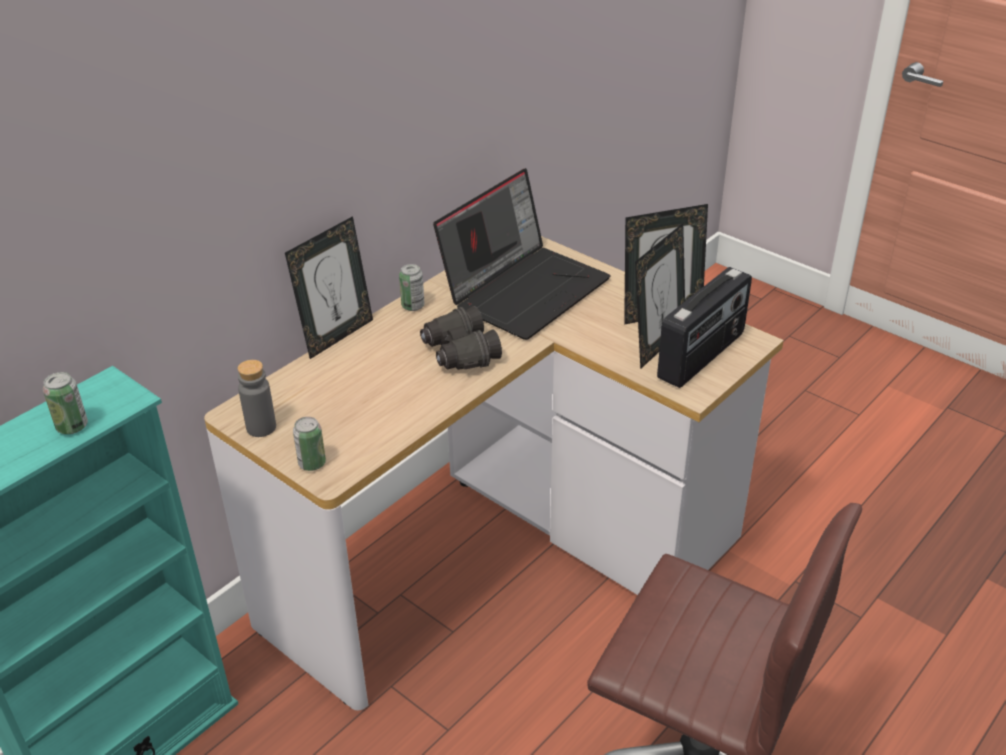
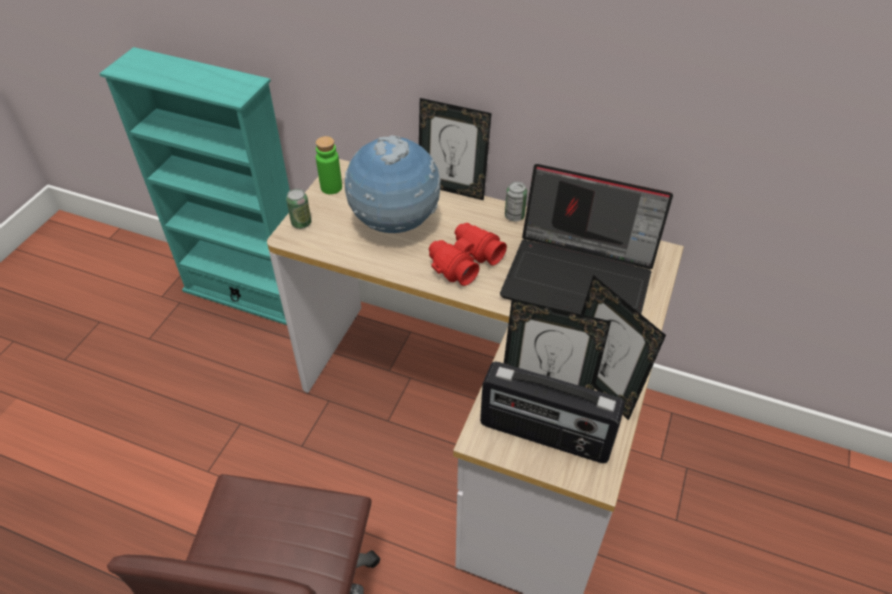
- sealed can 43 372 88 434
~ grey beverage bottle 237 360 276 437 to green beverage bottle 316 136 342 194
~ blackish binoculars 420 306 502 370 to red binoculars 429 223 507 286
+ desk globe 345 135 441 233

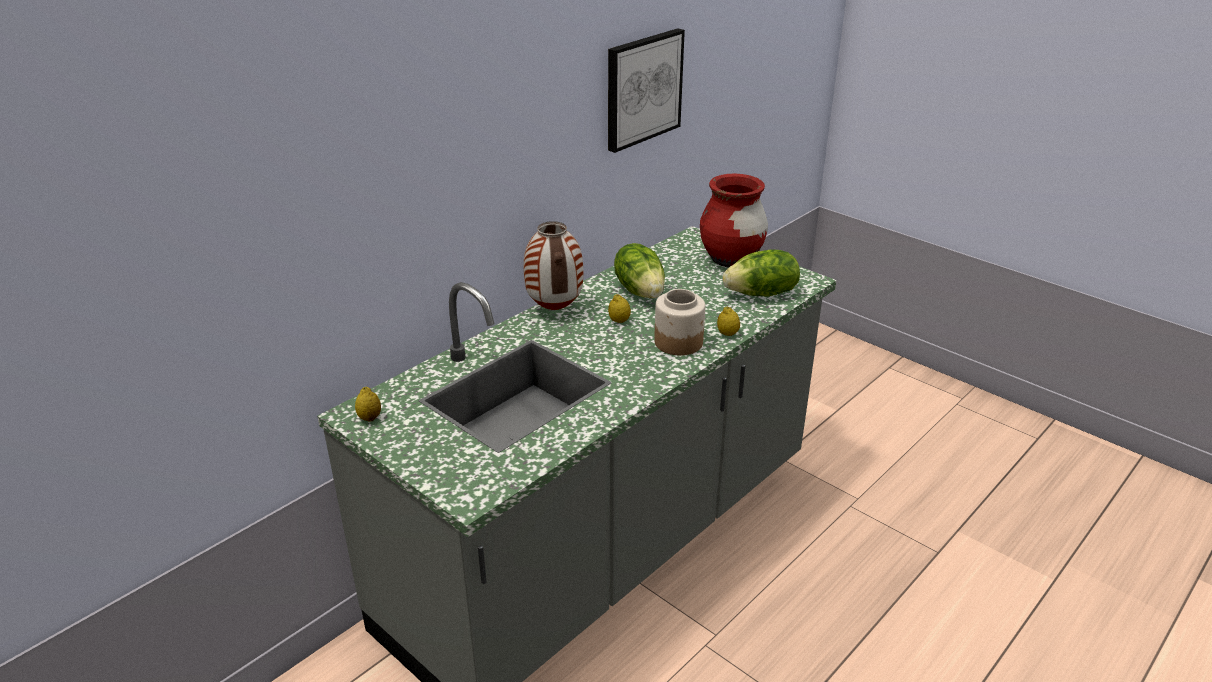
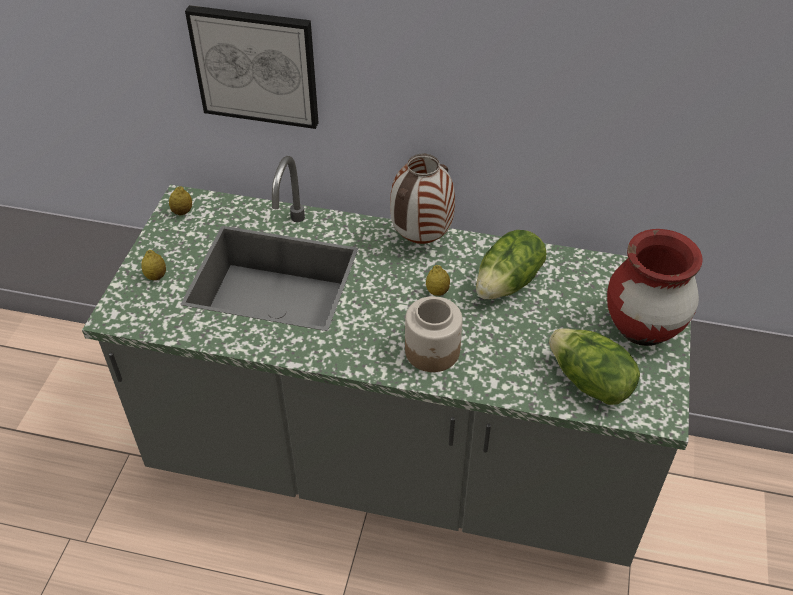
~ wall picture 608 28 685 153 to 185 5 319 129
~ lemon 717 307 740 336 to 141 250 166 280

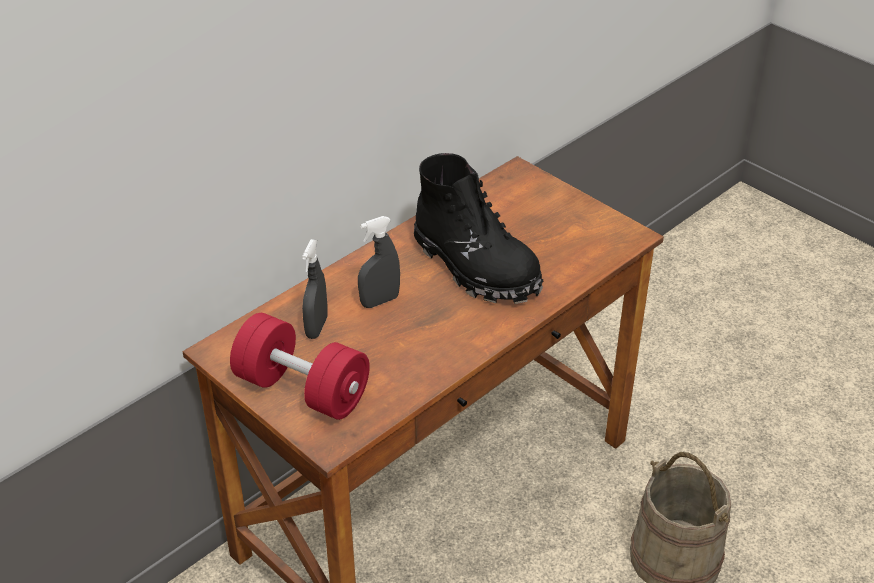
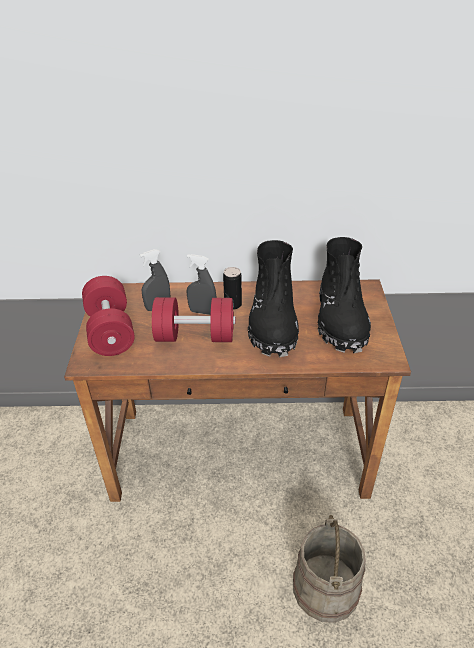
+ red hand weight 152 297 236 342
+ sealed can 223 267 242 310
+ blackish tall boot 318 237 371 353

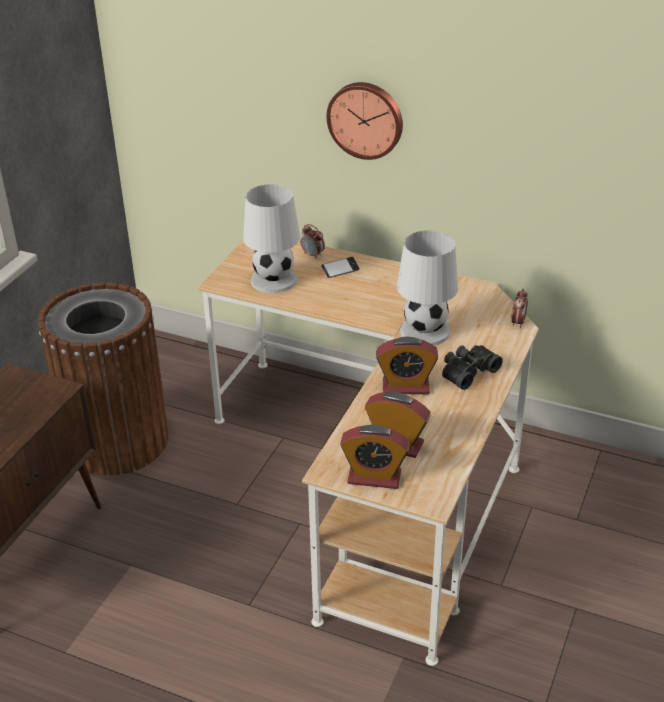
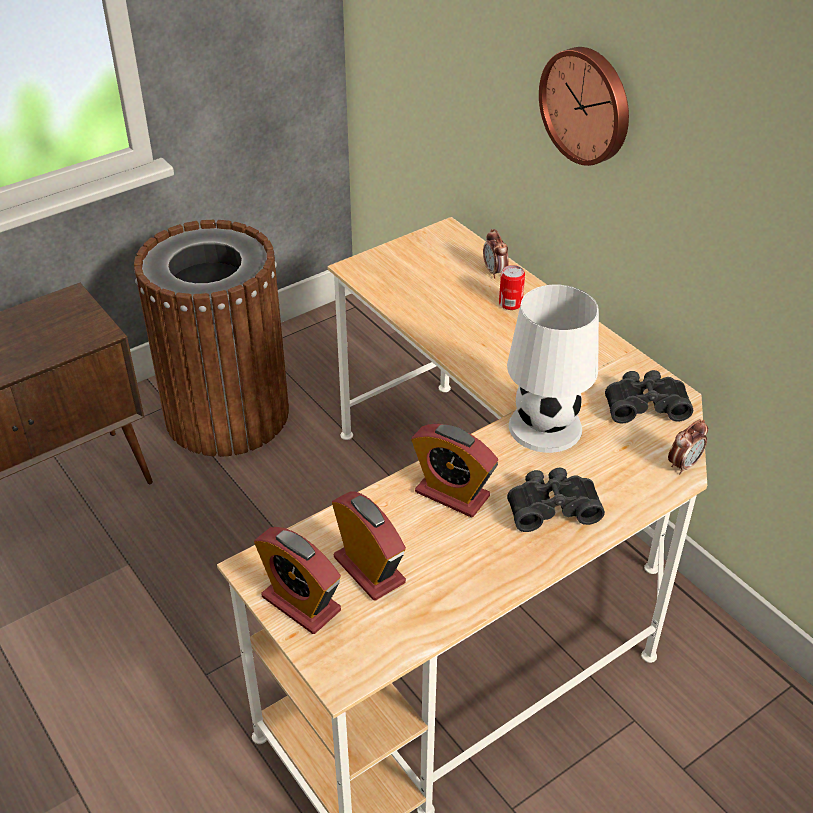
- white lamp for a table 243 184 300 293
~ handset 321 257 360 278 to sealed can 499 265 525 310
+ blackish binoculars 605 370 693 423

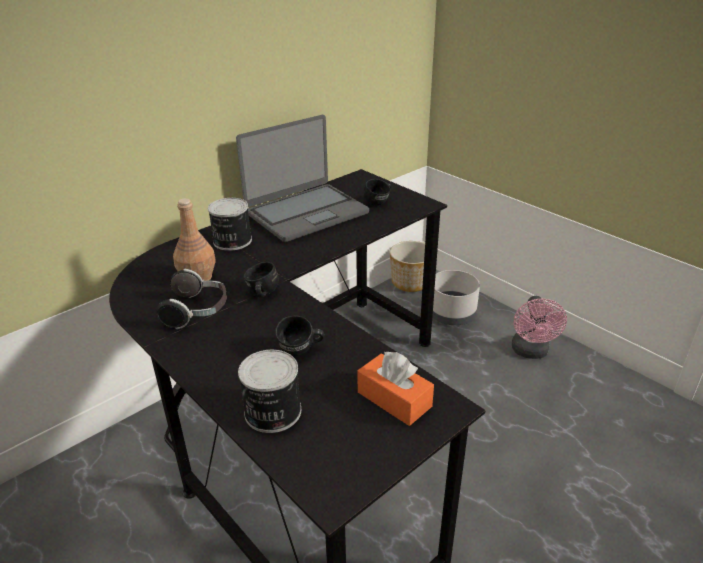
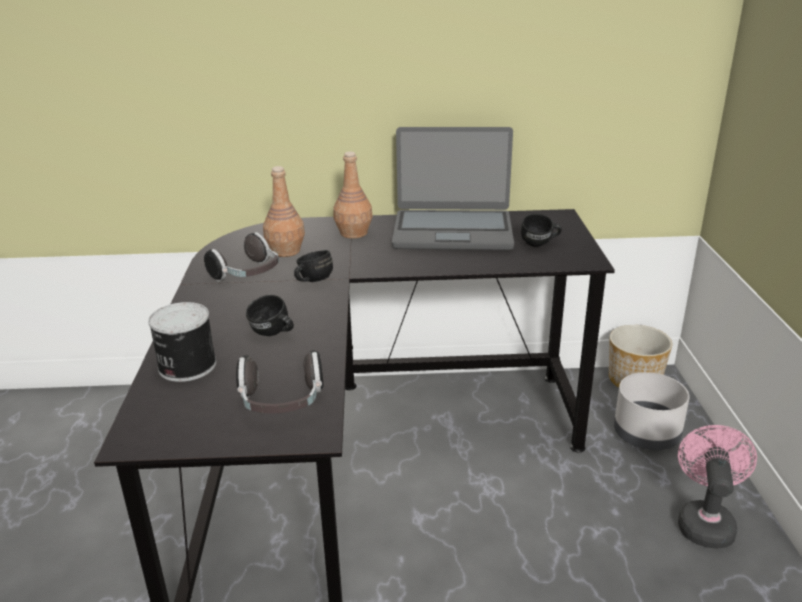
~ sealed can 208 198 252 251 to brown beverage bottle 333 152 372 239
~ orange-coloured box of tissues 358 351 434 426 to pair of headphones 236 350 323 414
~ pink cooling fan 511 296 567 359 = 678 425 757 549 150 degrees clockwise

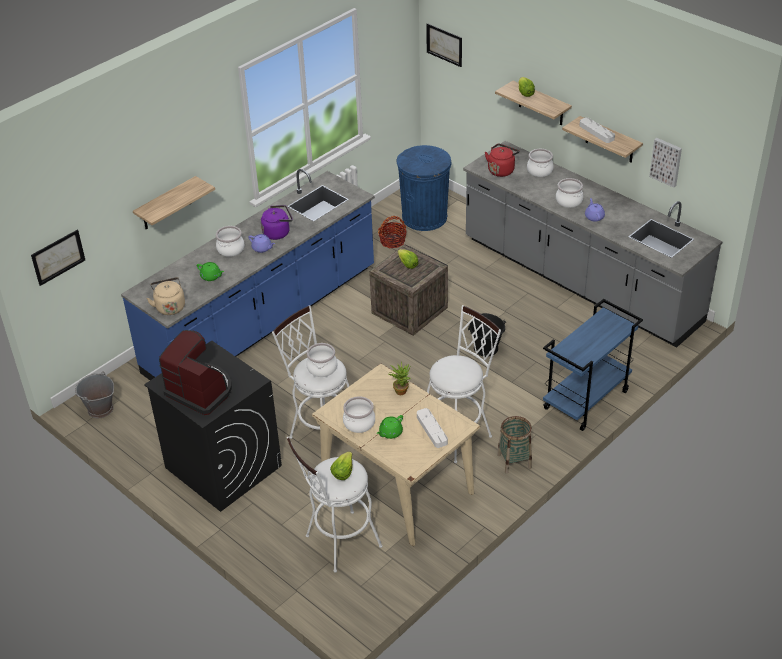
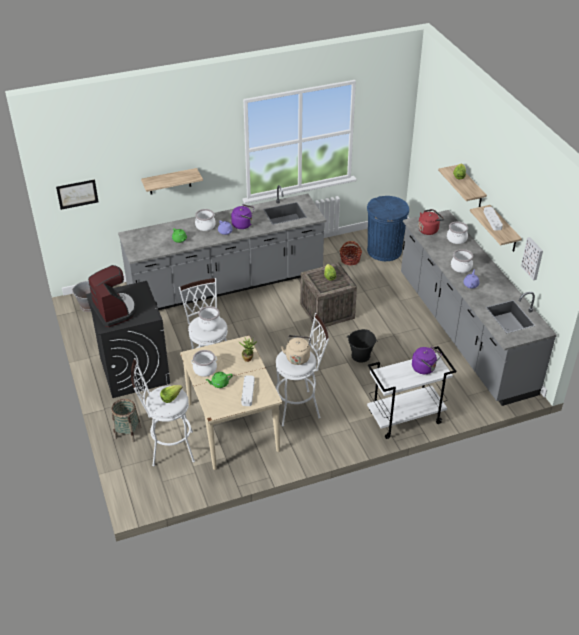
~ bluish kitchen counter 121 169 375 380 to grey kitchen counter 118 185 326 310
~ sand-coloured water kettle 146 277 185 315 to 281 335 311 365
- wall picture 426 23 462 67
~ storage basket 497 416 532 474 to 112 399 141 442
~ bluish wheeled cart 543 299 643 431 to white wheeled cart 367 346 456 439
+ purplish water kettle 412 347 442 374

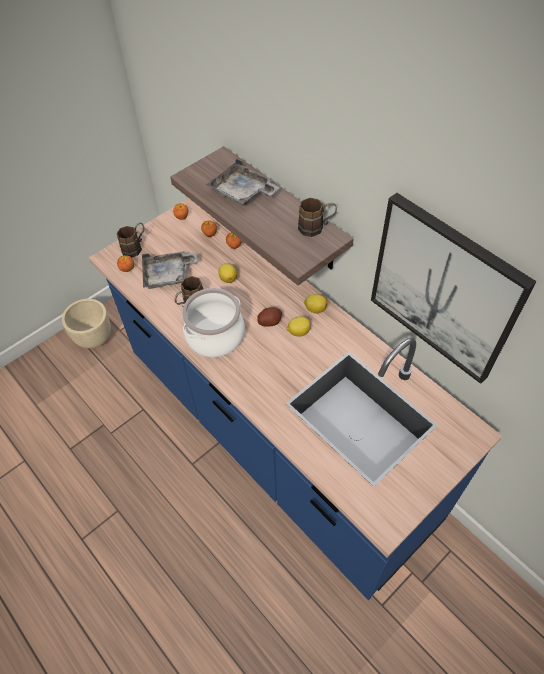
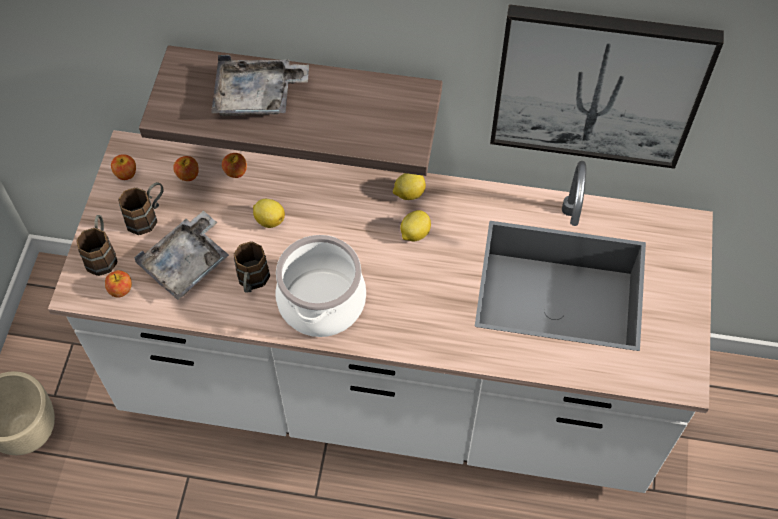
~ bluish kitchen counter 89 198 502 600 to white kitchen counter 48 130 713 493
- spud 257 307 282 327
~ brown coffee mug 298 198 337 237 to 118 182 163 235

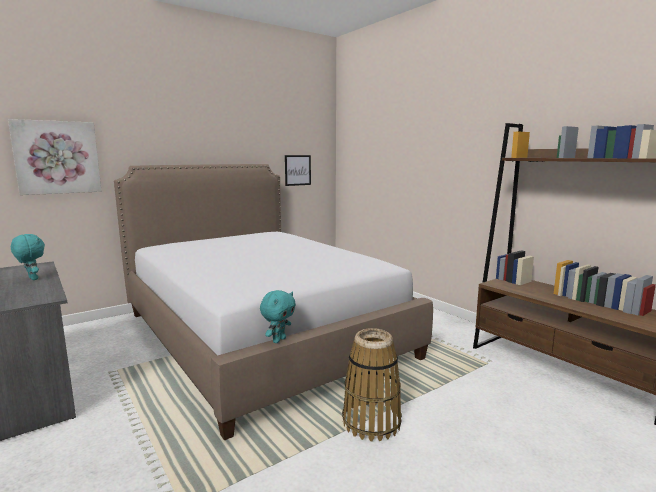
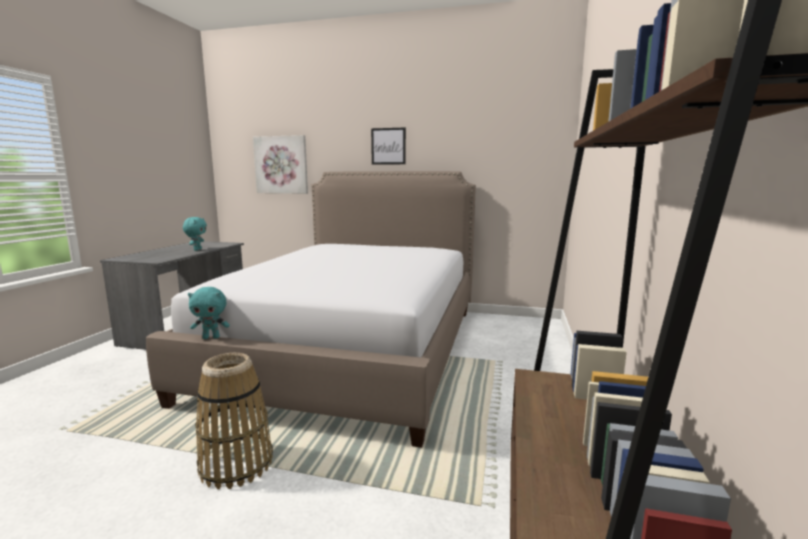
~ wall picture 285 155 311 186 to 371 128 406 165

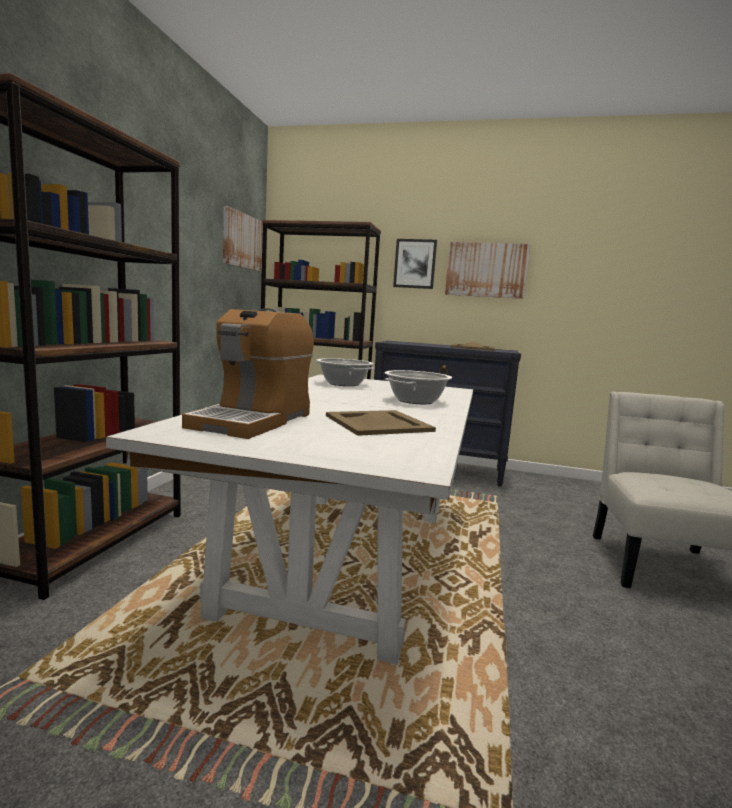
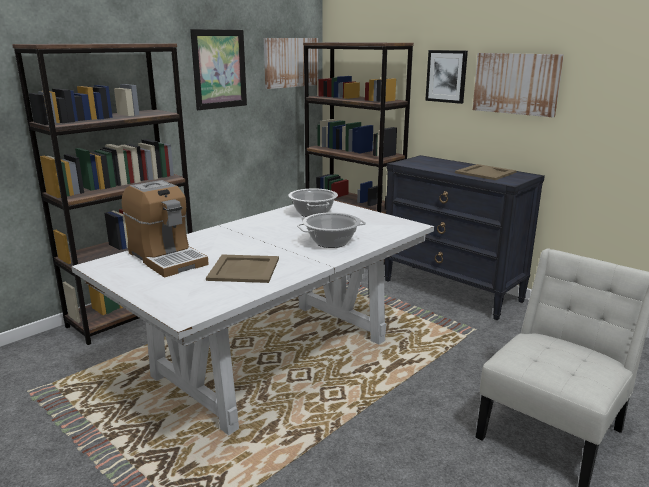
~ coffee brewer 182 308 314 439 = 122 180 209 277 90 degrees counterclockwise
+ wall picture 190 29 247 110

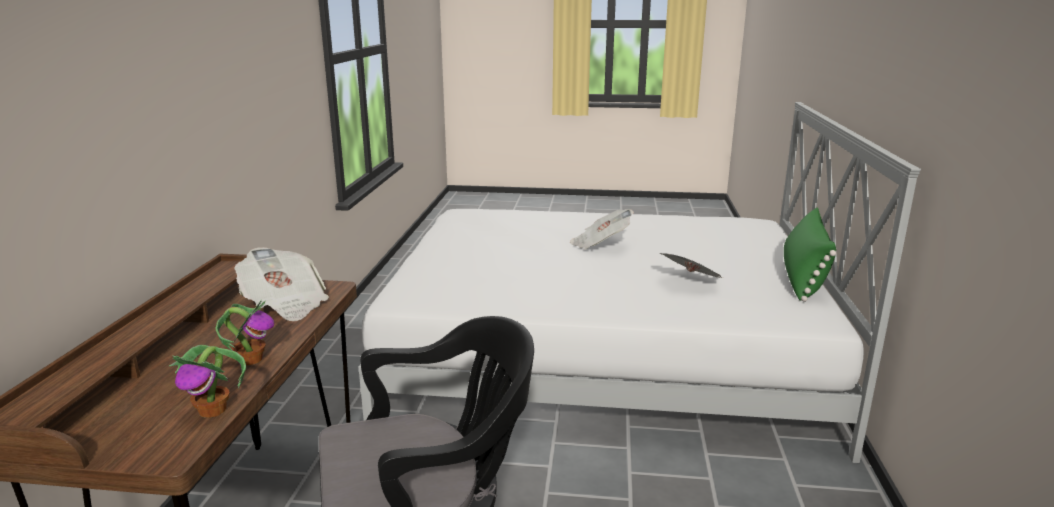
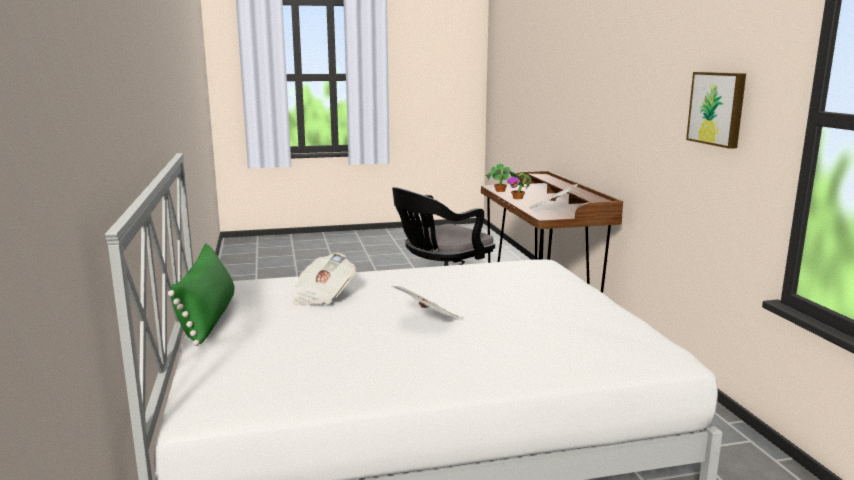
+ wall picture 686 72 746 149

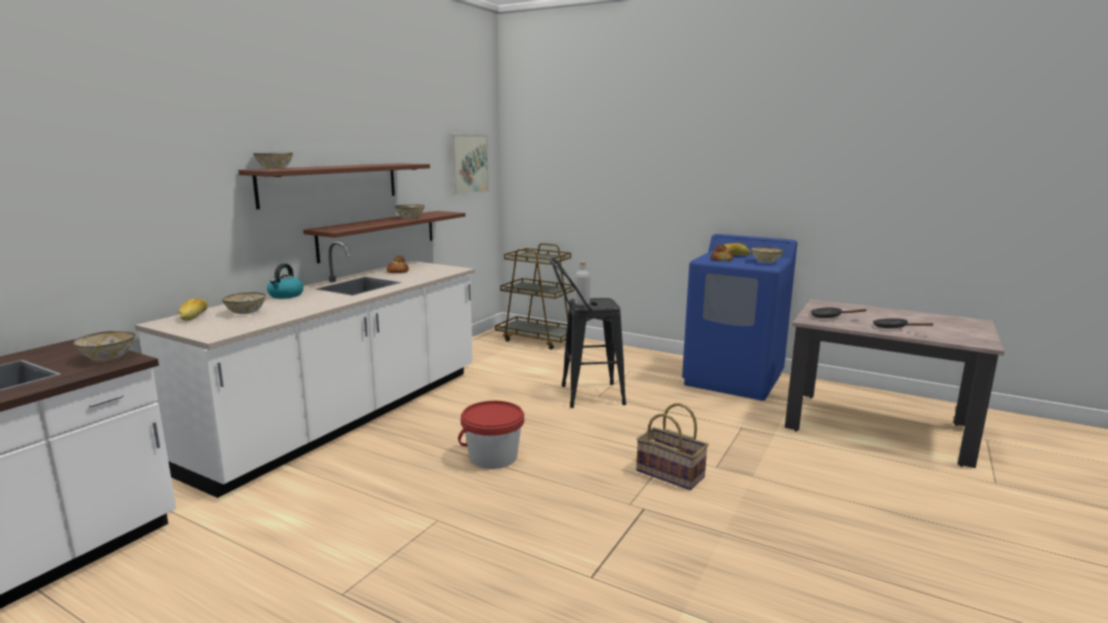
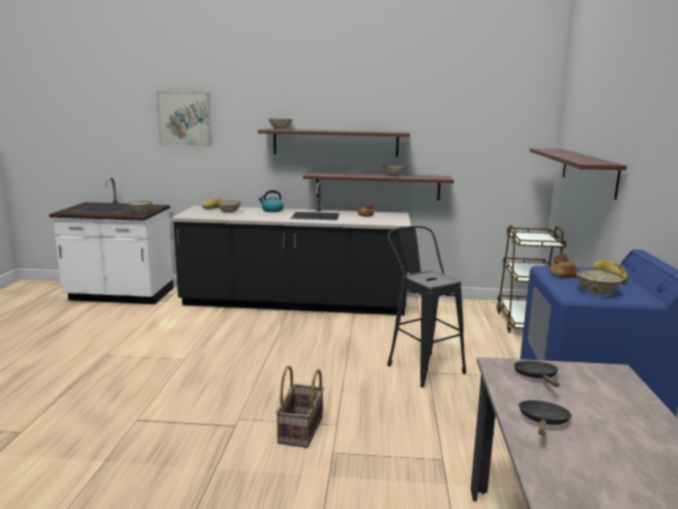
~ white kitchen counter 135 241 475 498 to blackish kitchen counter 171 183 411 315
~ wall picture 450 135 489 195 to 156 92 212 147
- red pail 458 401 524 469
- grey beverage bottle 574 262 590 306
+ wall shelf 530 148 627 200

